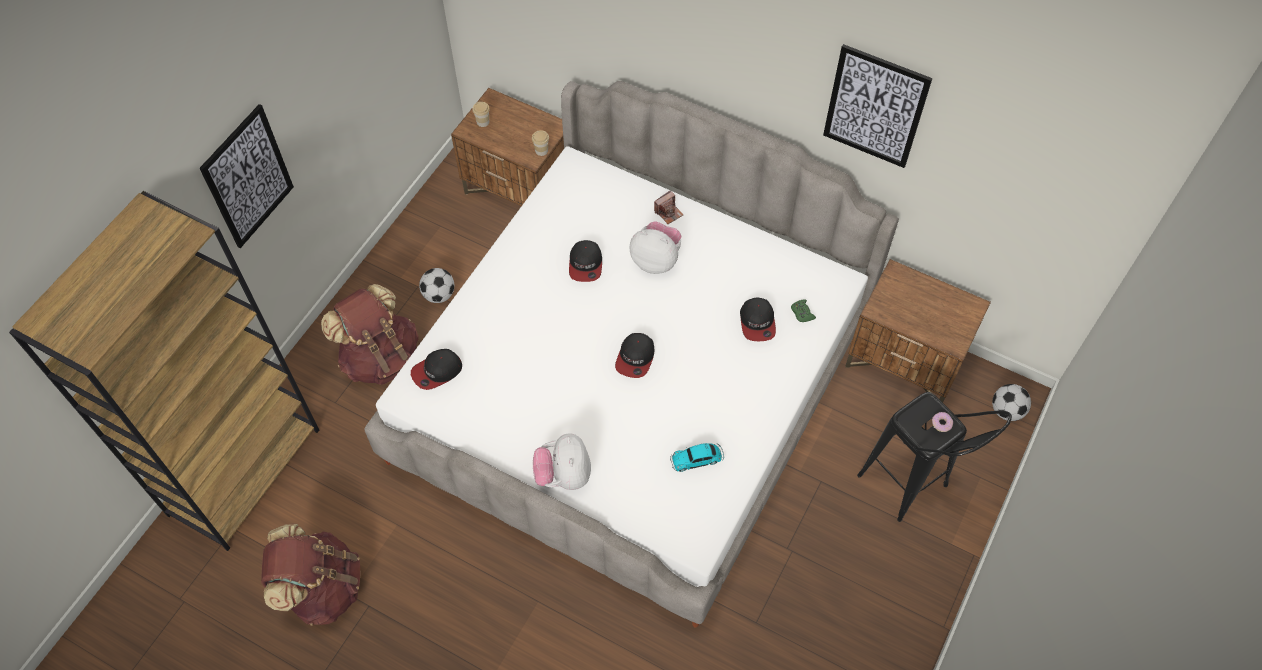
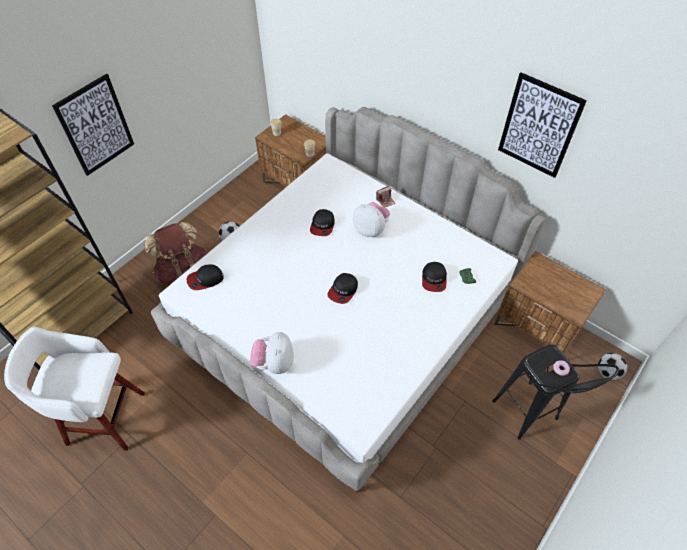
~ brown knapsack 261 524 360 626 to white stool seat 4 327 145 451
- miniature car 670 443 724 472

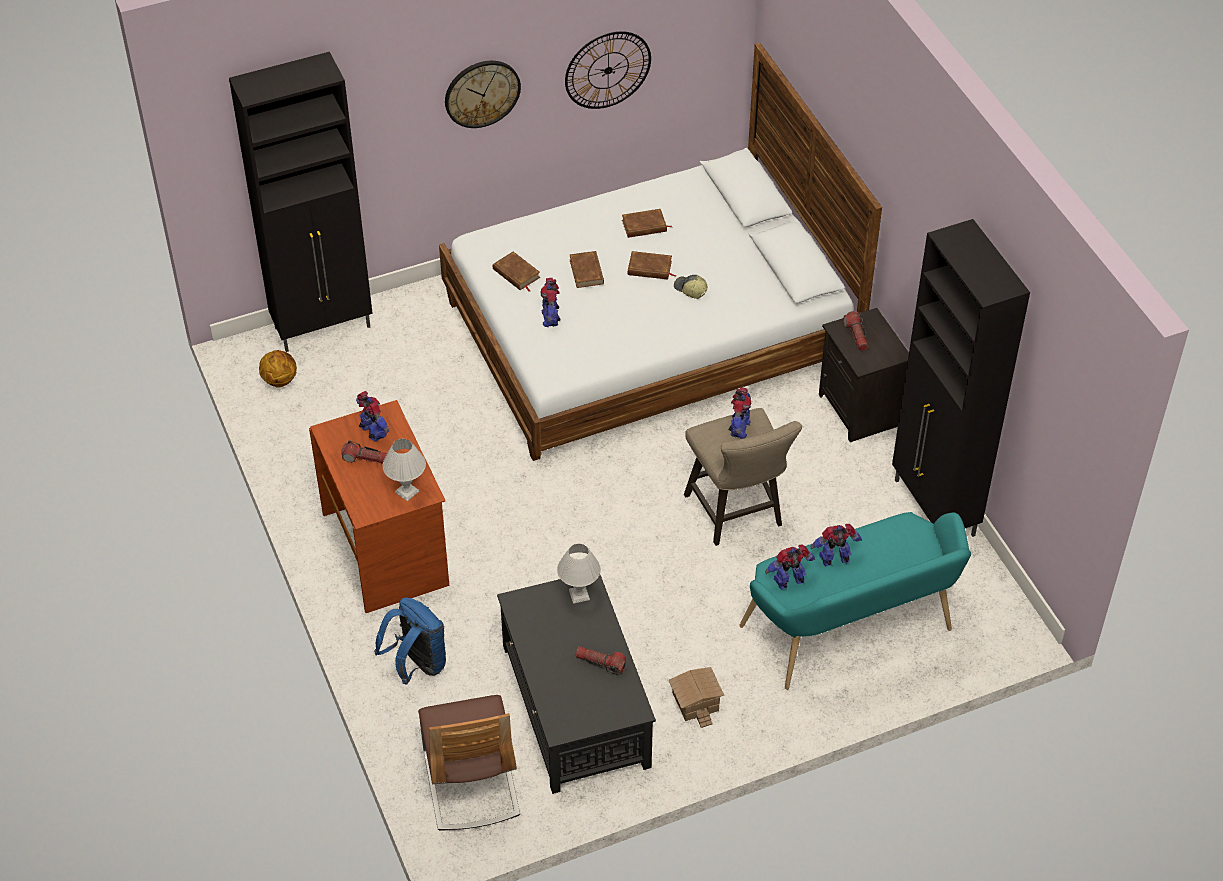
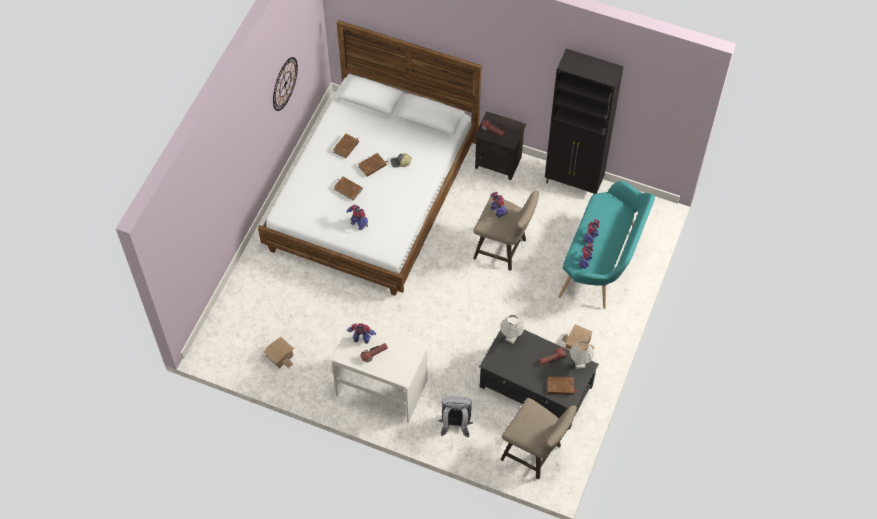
- blackish storage cabinet 229 52 373 352
- basketball ball 259 350 297 388
~ brown desk table 309 400 449 613 to white desk table 331 317 429 423
~ bluish knapsack 374 598 446 685 to grey knapsack 439 396 473 438
~ white lamp for a table 382 439 426 501 to 570 341 594 369
~ chair 418 695 520 831 to sand-coloured stool seat 501 398 577 480
- clock on the wall 445 61 521 128
~ brown book 493 251 540 291 to 548 377 578 395
+ model house 263 337 294 369

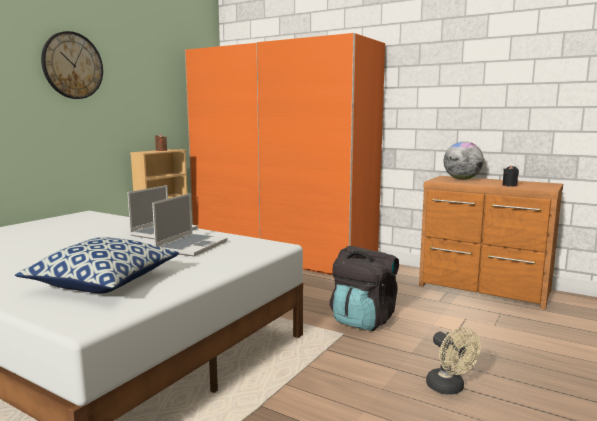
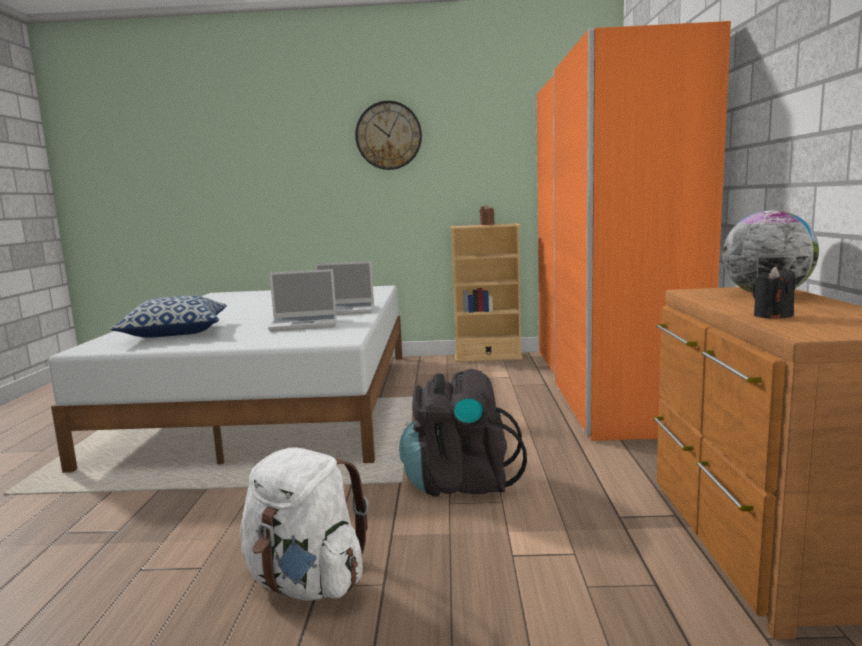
~ sand-coloured cooling fan 426 327 481 395 to white knapsack 240 447 369 601

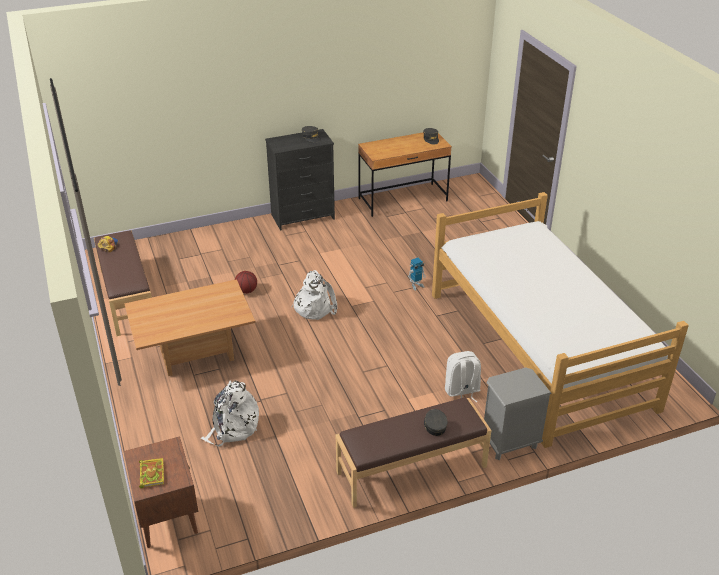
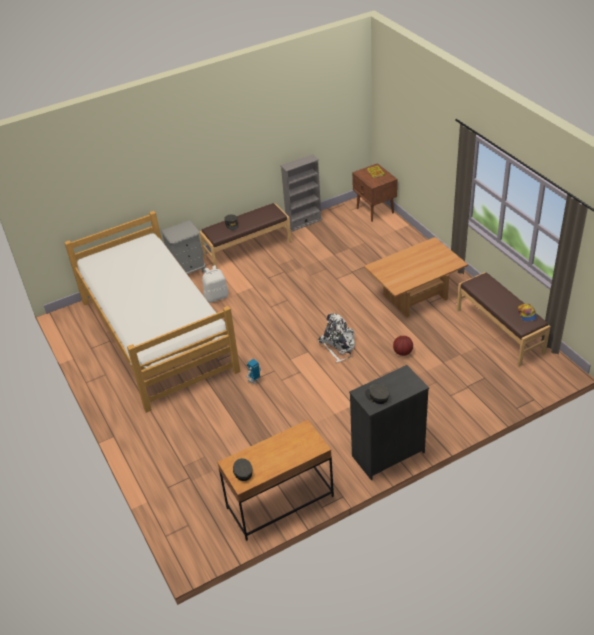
- white knapsack 201 380 259 447
+ grey bookshelf 280 154 322 232

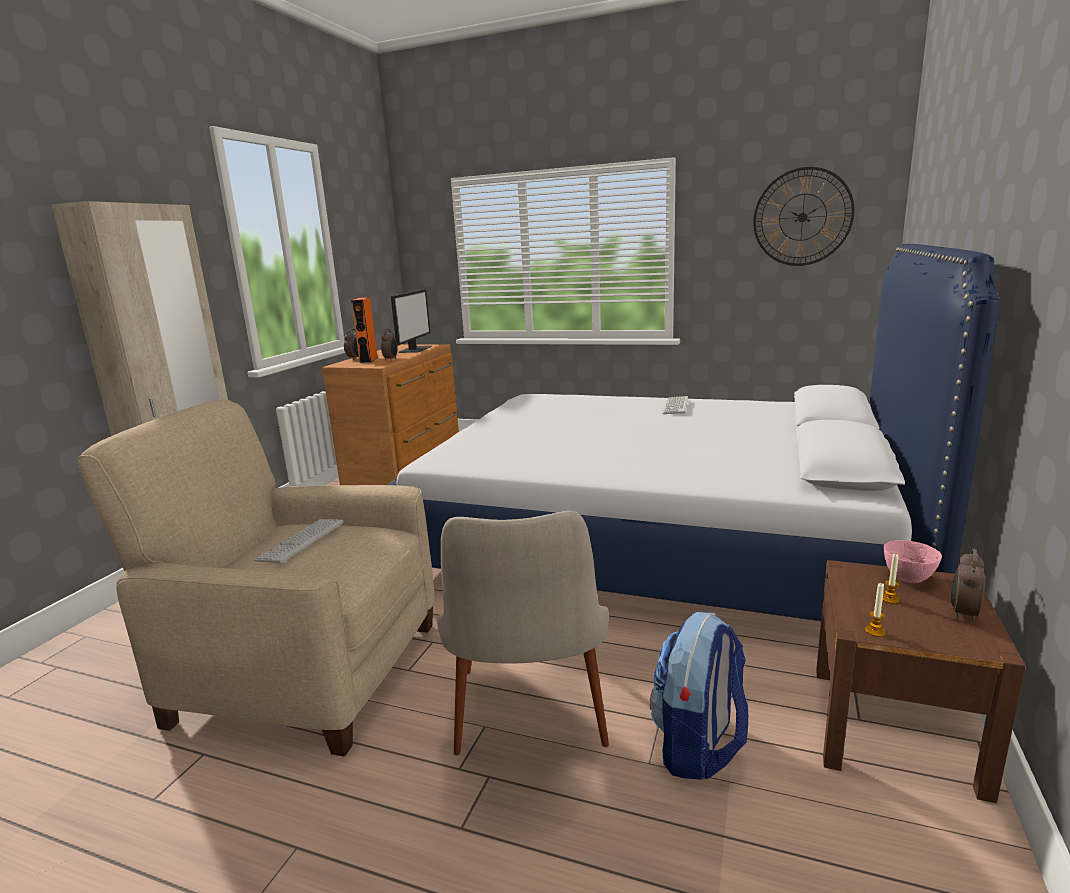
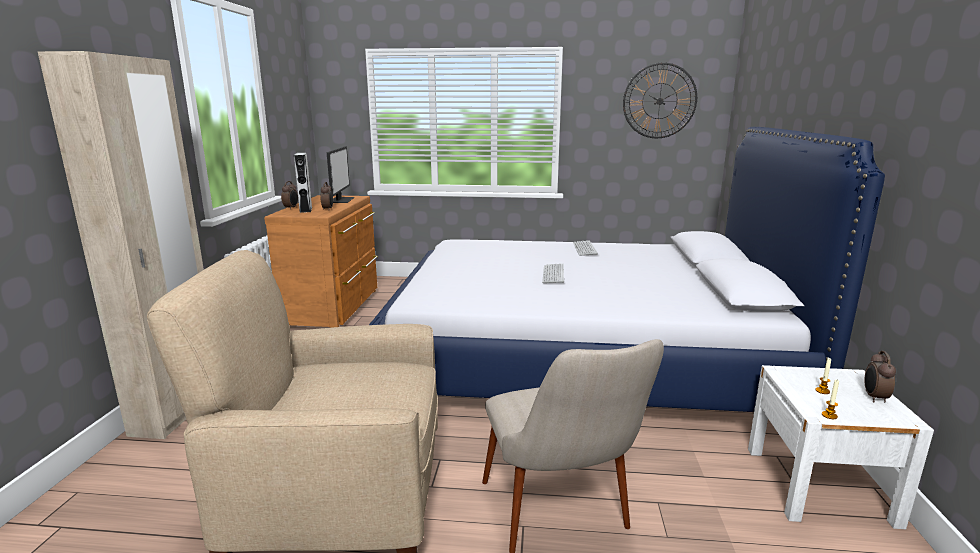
~ computer keyboard 254 519 343 563 to 542 263 564 283
~ orange-coloured loudspeaker 351 297 378 363 to grey loudspeaker 294 153 312 213
- knapsack 650 612 748 780
~ brown bedside table 816 560 1026 803 to white bedside table 748 365 934 529
- pink bowl 883 540 942 583

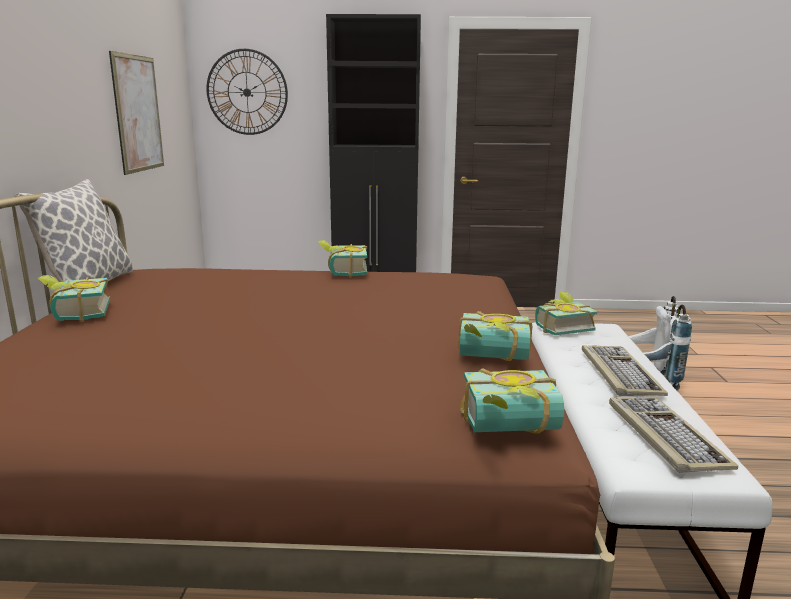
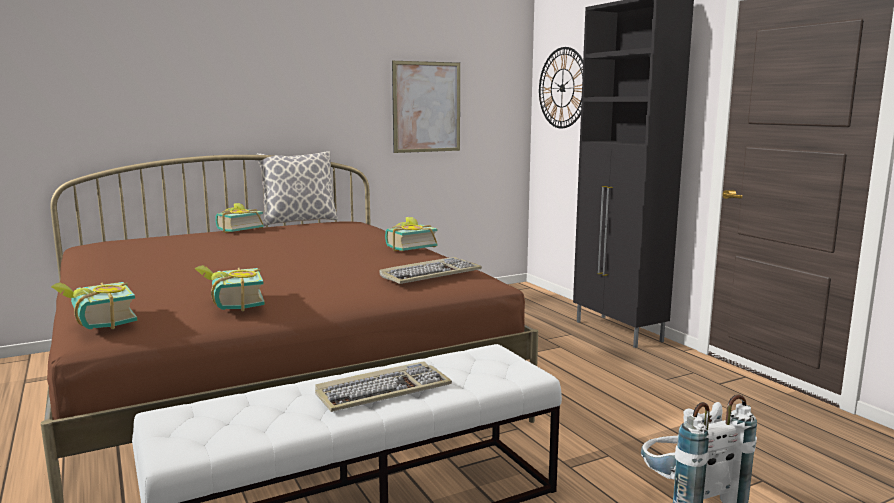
- book 535 291 598 335
~ computer keyboard 609 397 738 473 to 379 257 482 284

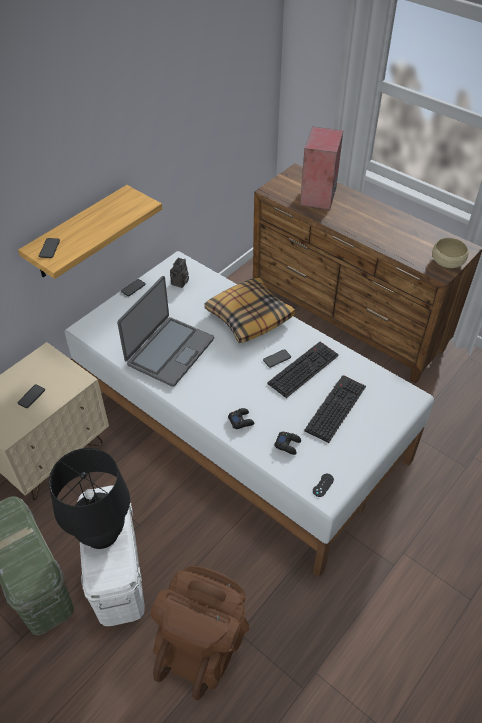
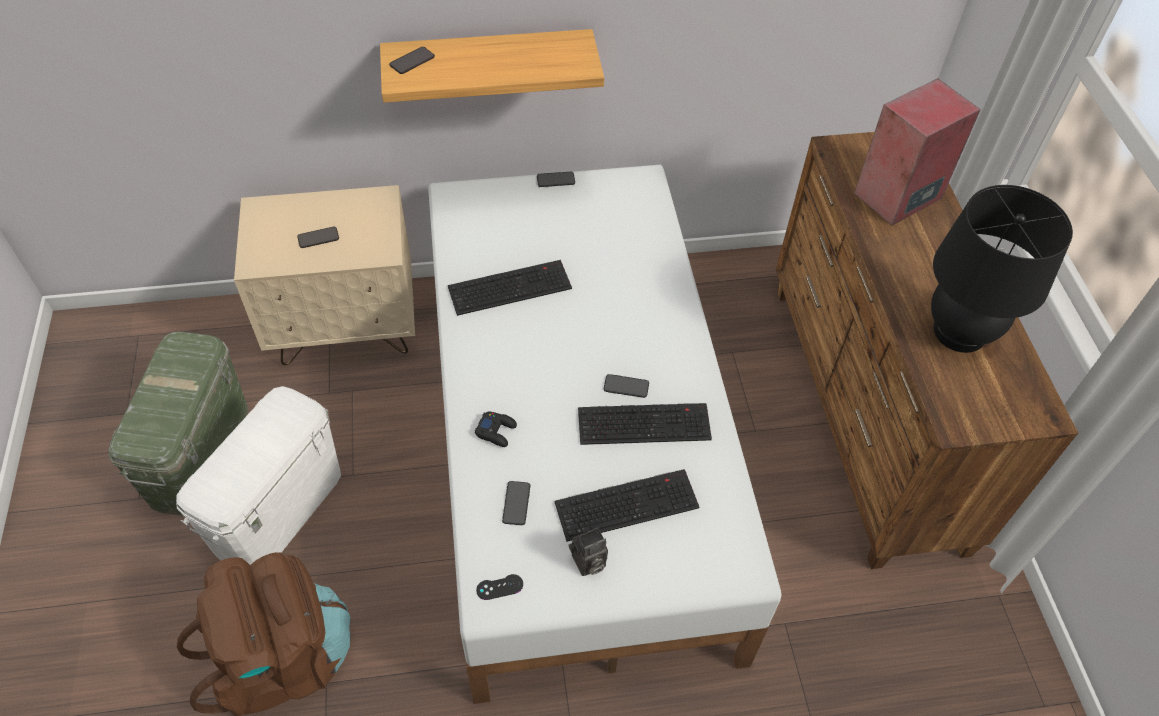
~ blackish lamp for a table 49 448 130 549 to 931 185 1073 353
~ portable computer 117 276 214 387 to computer keyboard 448 260 572 316
~ still camera 170 258 189 288 to 569 528 608 576
- throw pillow 204 277 295 343
~ blackish gamepad 274 432 301 455 to handset 502 481 530 525
- sand-coloured bowl 432 238 468 268

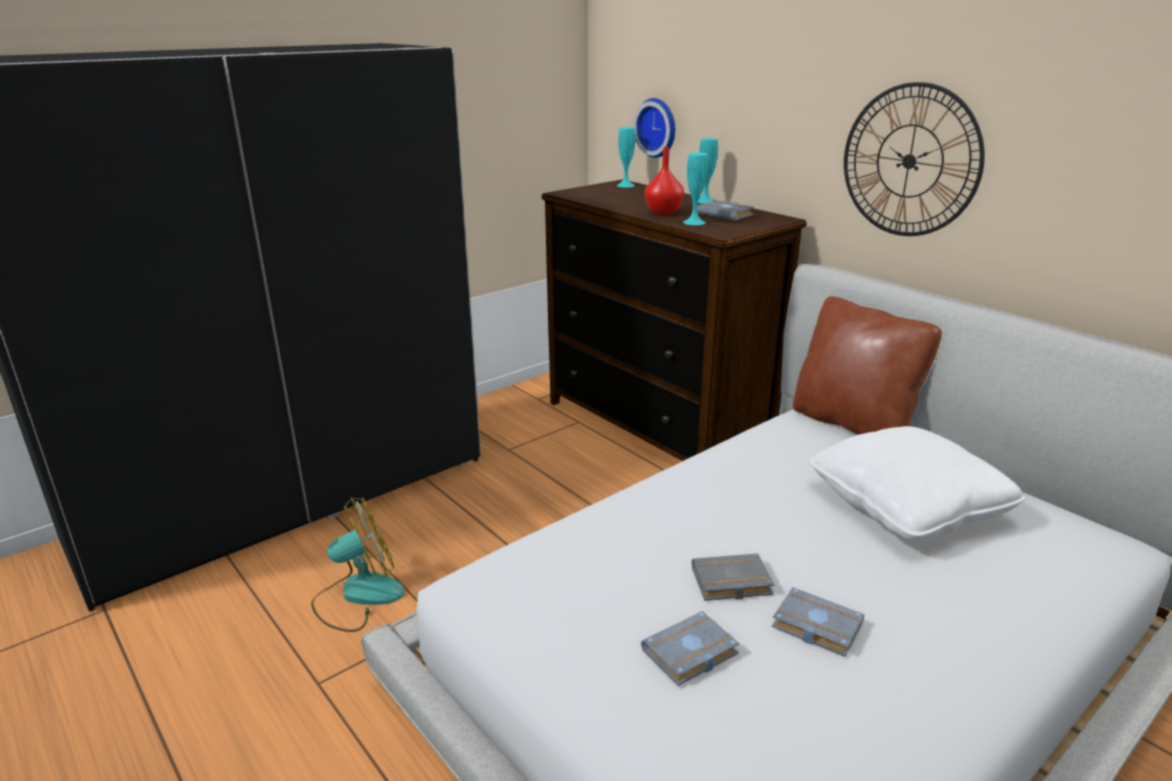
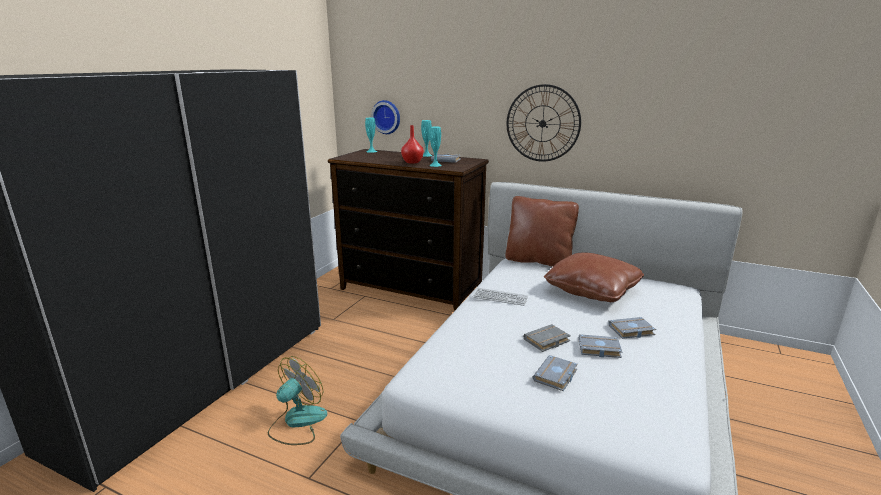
~ white throw pillow 809 426 1026 541 to brown throw pillow 544 253 644 302
+ computer keyboard 473 288 528 306
+ grey book 608 317 656 339

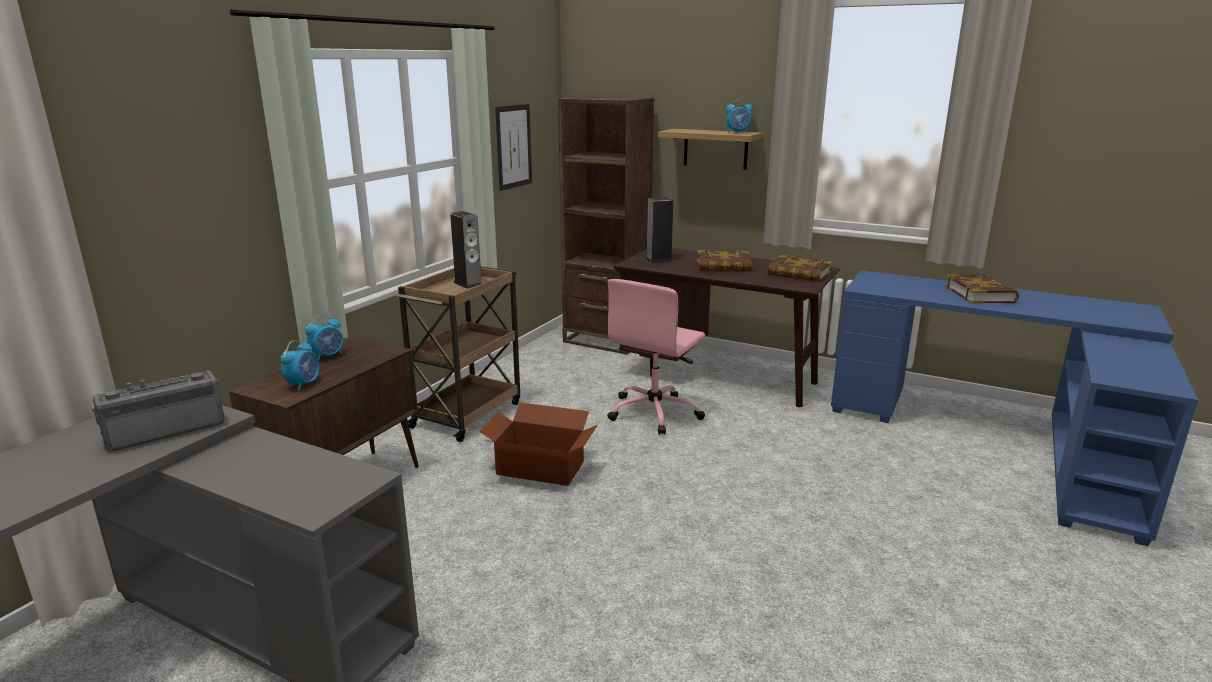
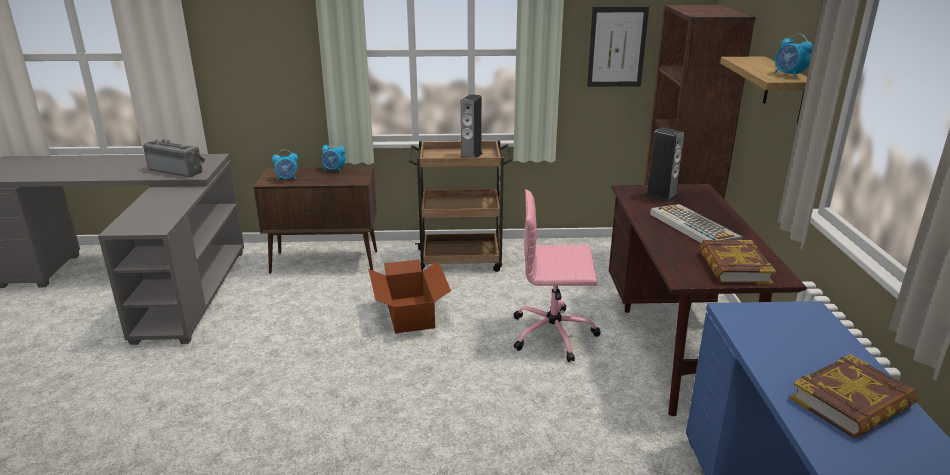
~ book 697 250 751 271 to computer keyboard 650 204 743 243

